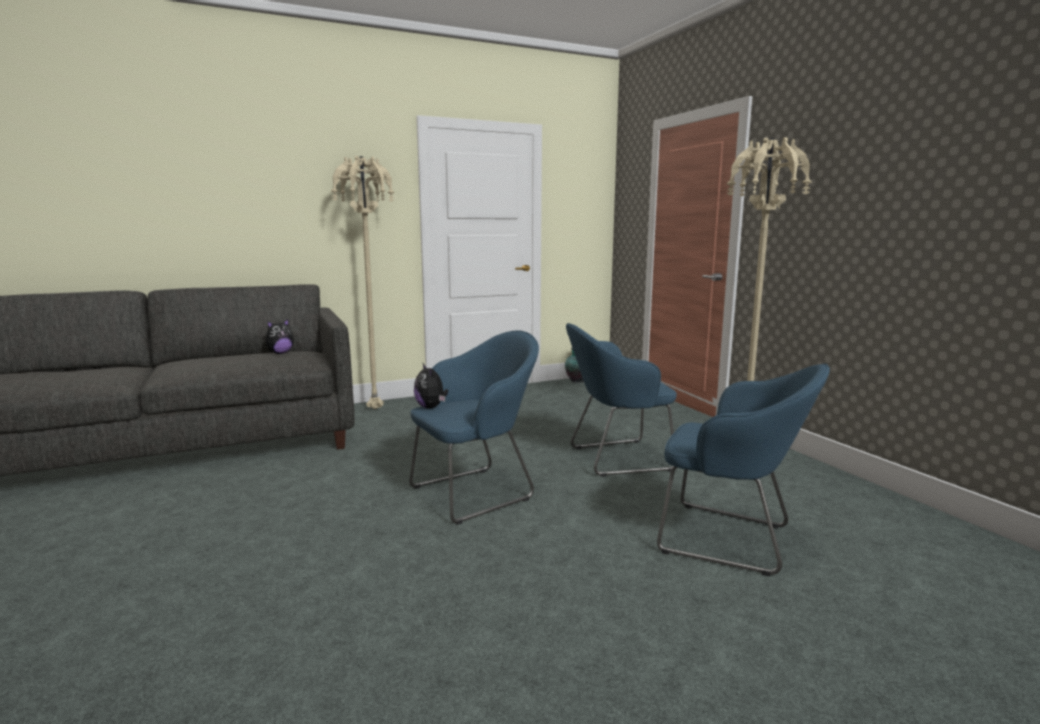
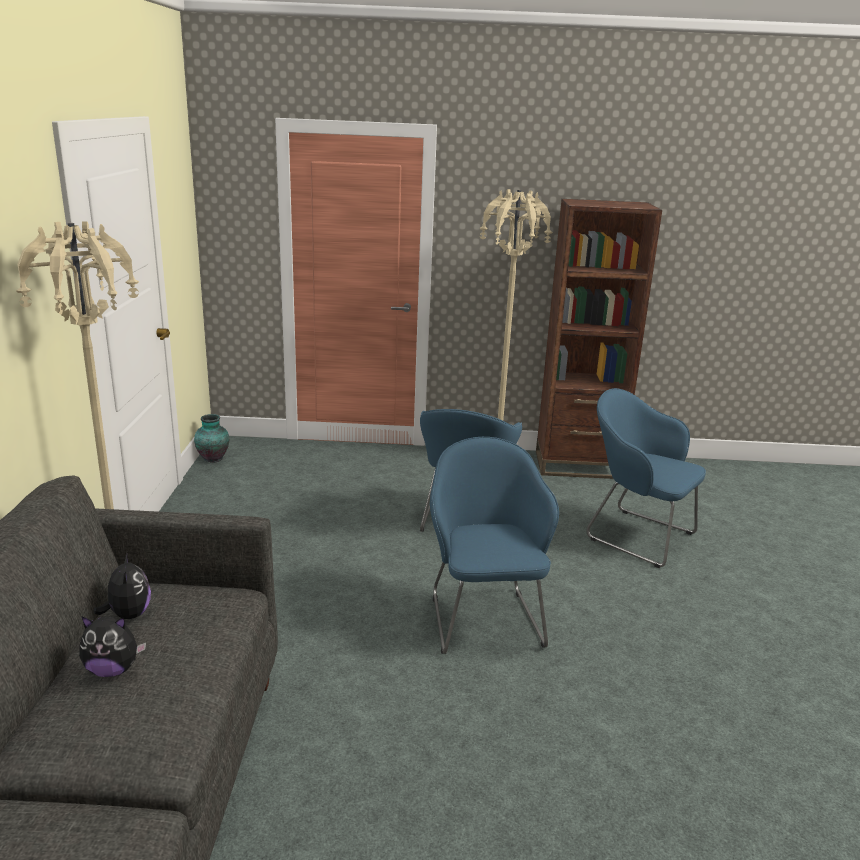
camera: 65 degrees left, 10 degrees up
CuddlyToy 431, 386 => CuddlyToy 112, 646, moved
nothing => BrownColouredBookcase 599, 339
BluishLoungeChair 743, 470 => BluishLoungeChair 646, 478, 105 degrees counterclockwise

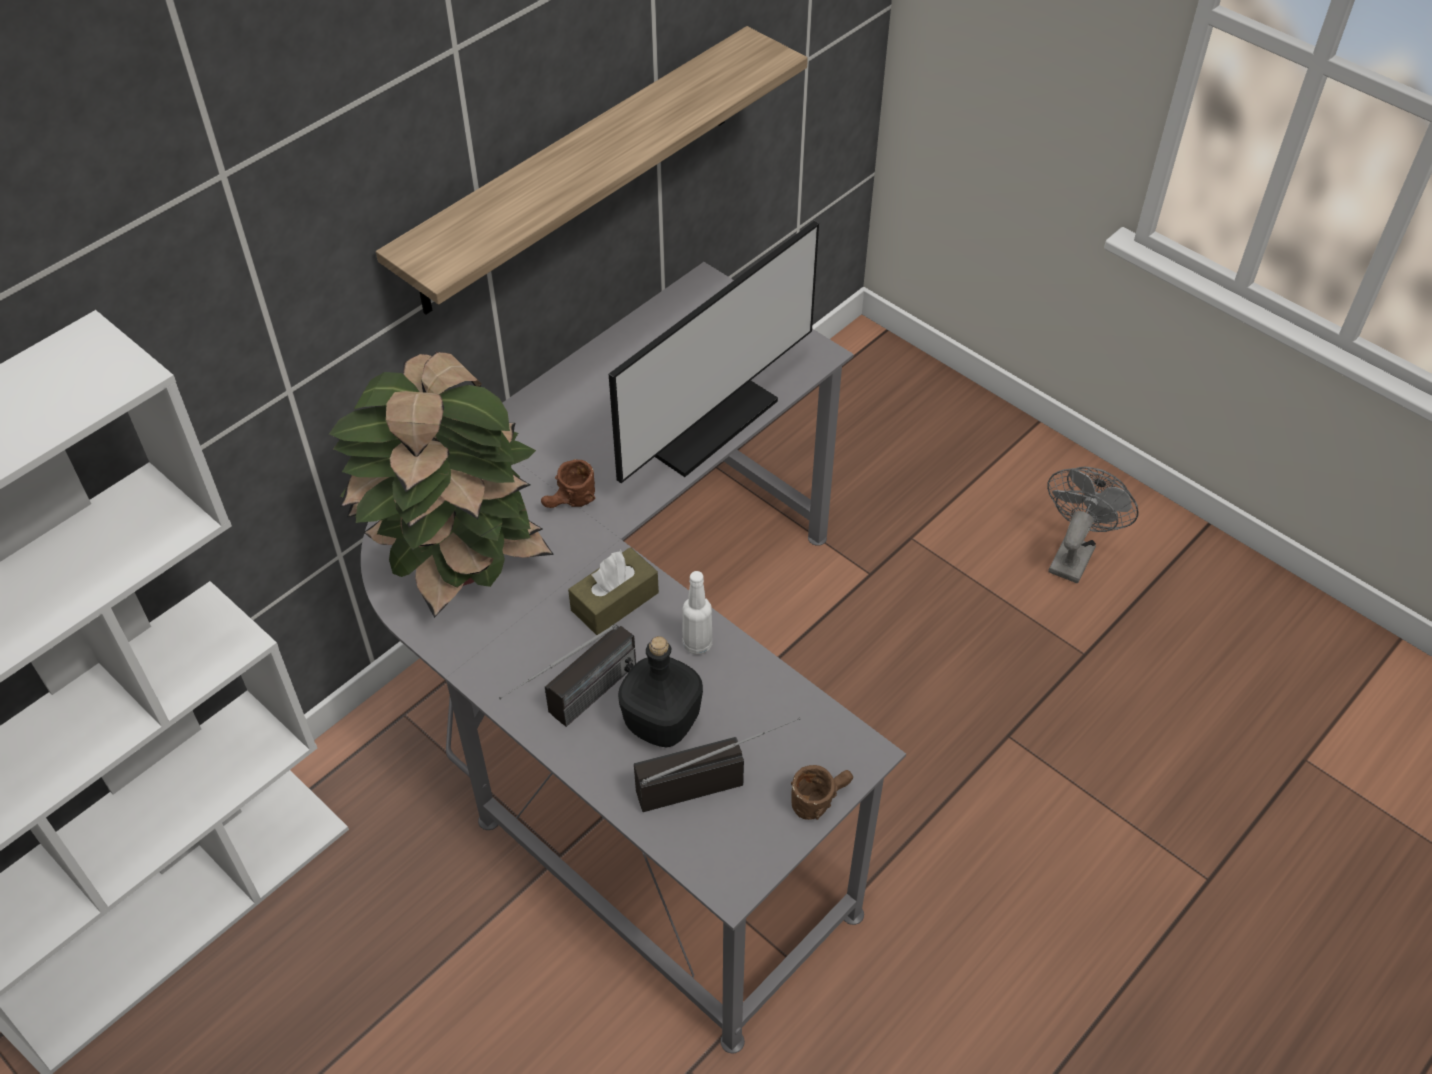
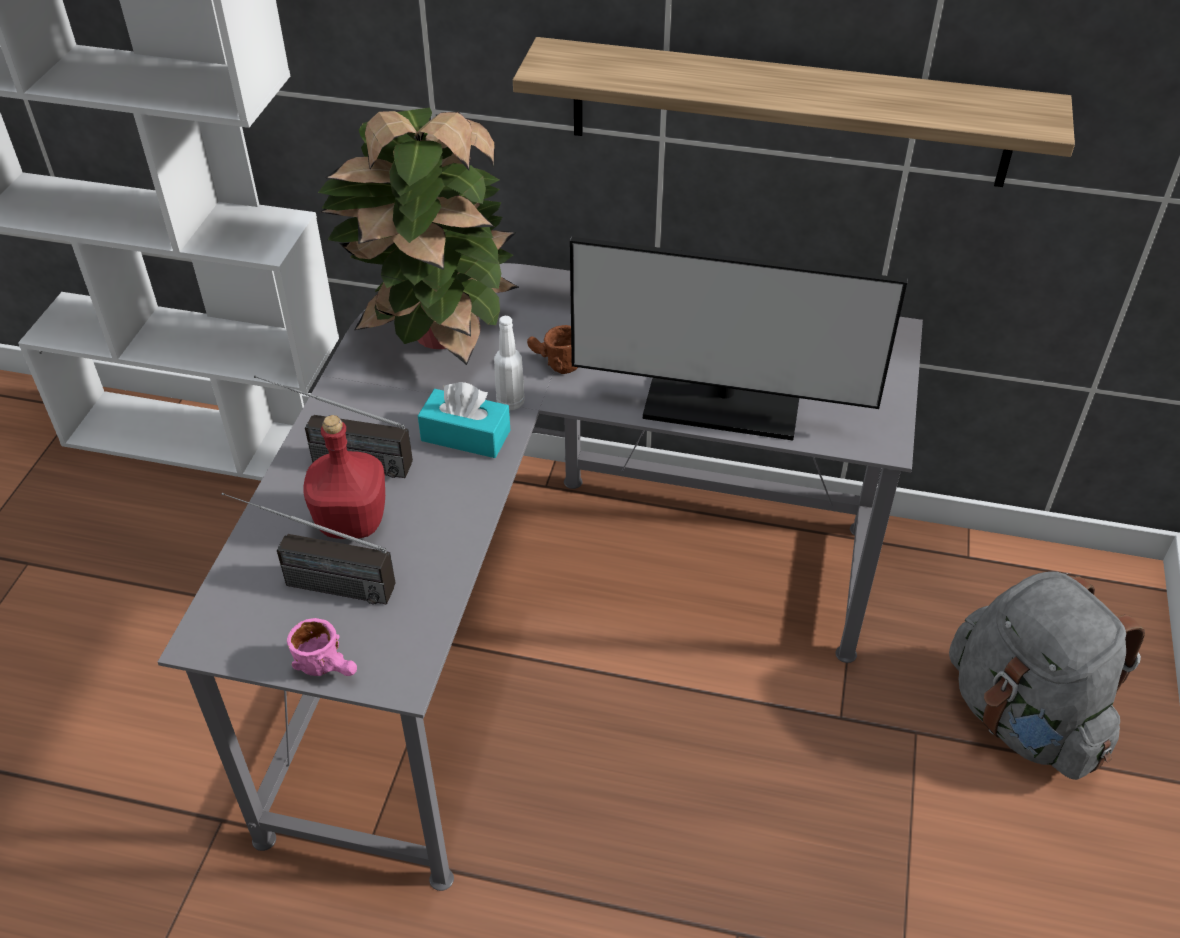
camera: 60 degrees right, 5 degrees down
RadioSet 717, 764 => RadioSet 308, 548, 150 degrees clockwise
BrownColouredTeaMug 822, 792 => PinkishTeaMug 322, 647
BlackishBeverageBottle 660, 691 => RedBeverageBottle 344, 477
BrownColouredTissueBox 613, 591 => TurquoiseColouredTissueBox 464, 420
WhitishBeverageBottle 697, 613 => WhitishBeverageBottle 509, 363, moved
nothing => GrayRucksack 1047, 676
GrayElectricFan 1093, 525 => nothing

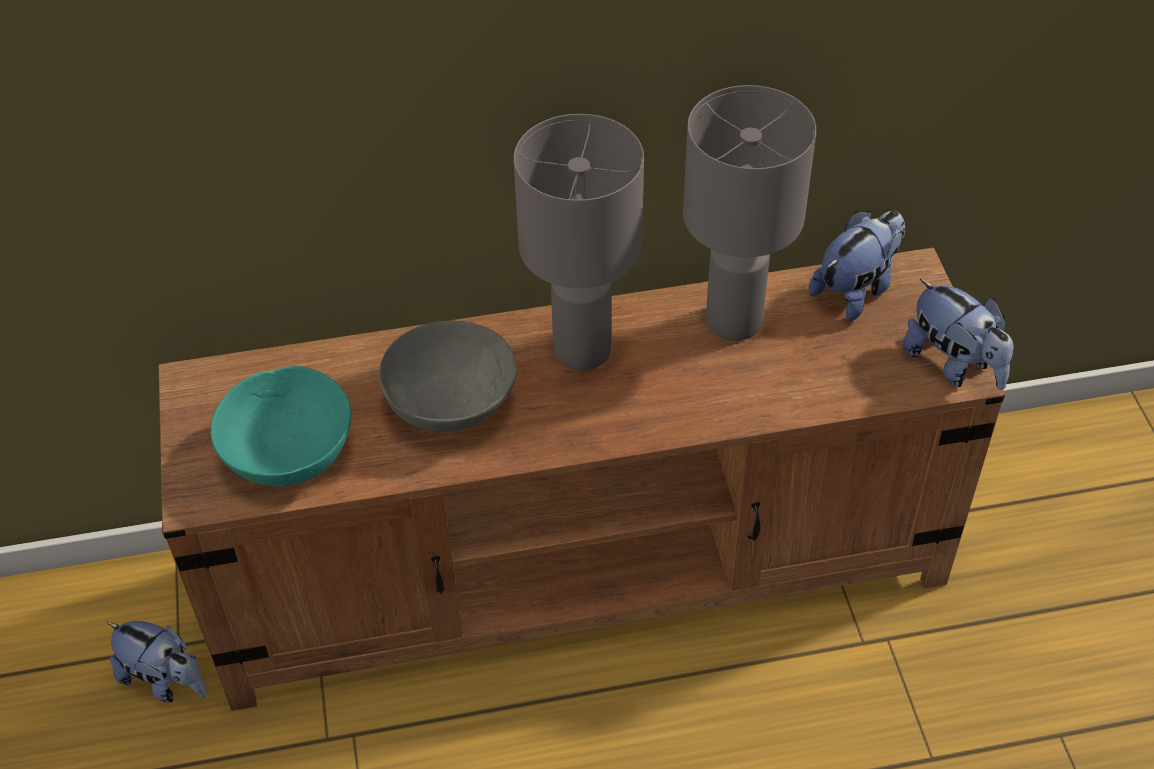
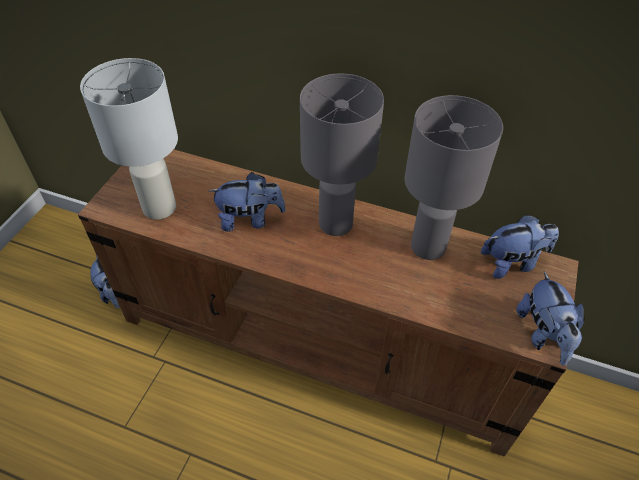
camera: 30 degrees right, 0 degrees up
TurquoiseColouredDeepDish 281, 426 => WhitishTableLamp 129, 139
GrayDeepDish 448, 376 => CuddlyToy 247, 202

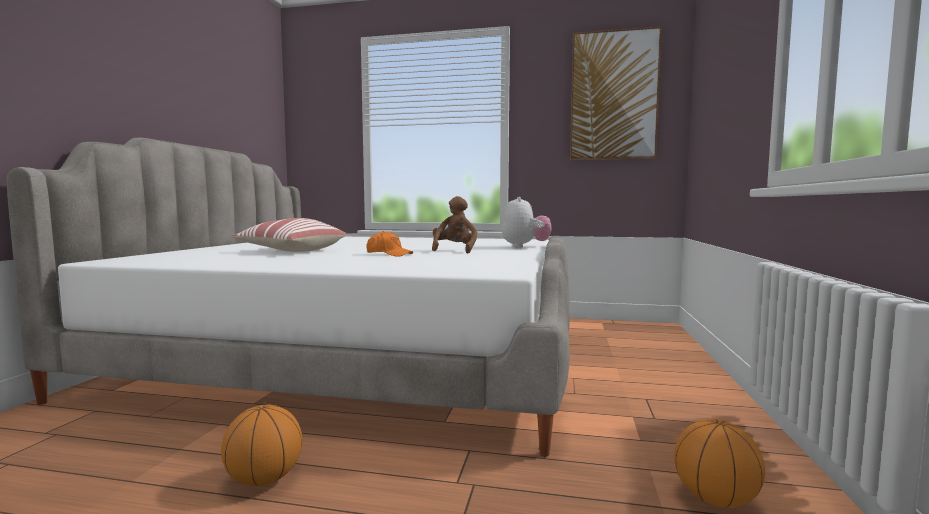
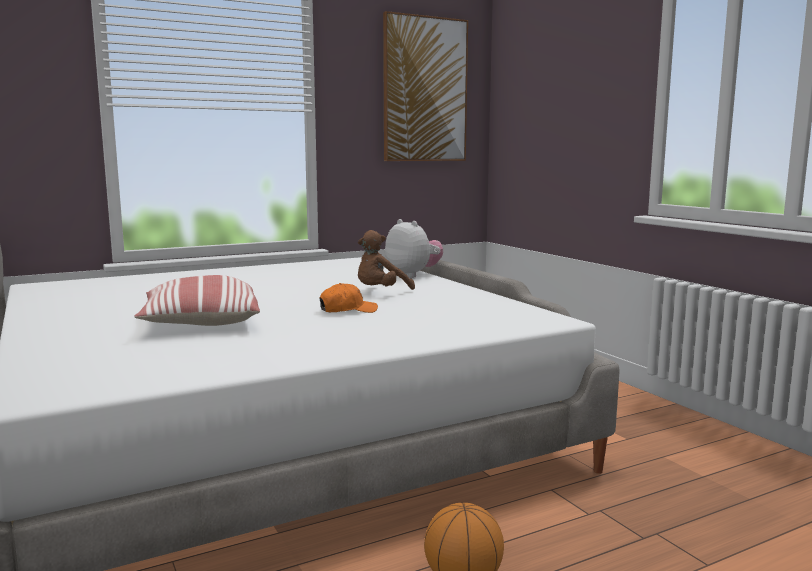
camera: 40 degrees left, 5 degrees up
BrownColouredCuddlyToy 454, 224 => BrownColouredCuddlyToy 386, 260, 105 degrees counterclockwise
Basketball 719, 463 => nothing

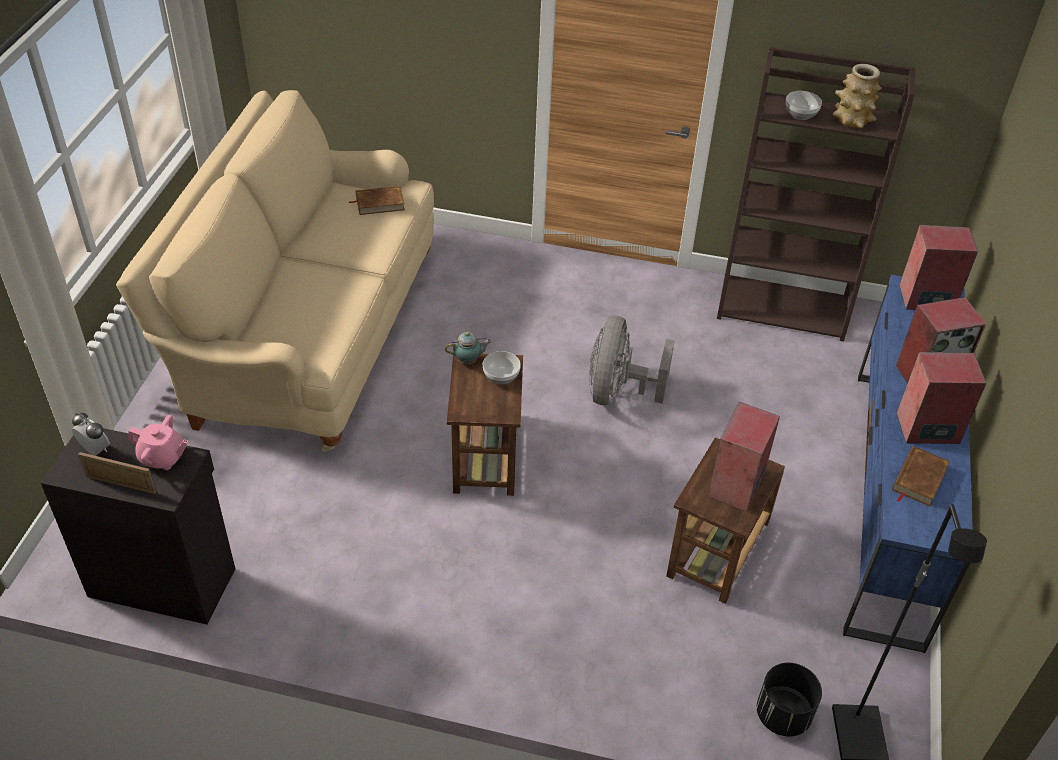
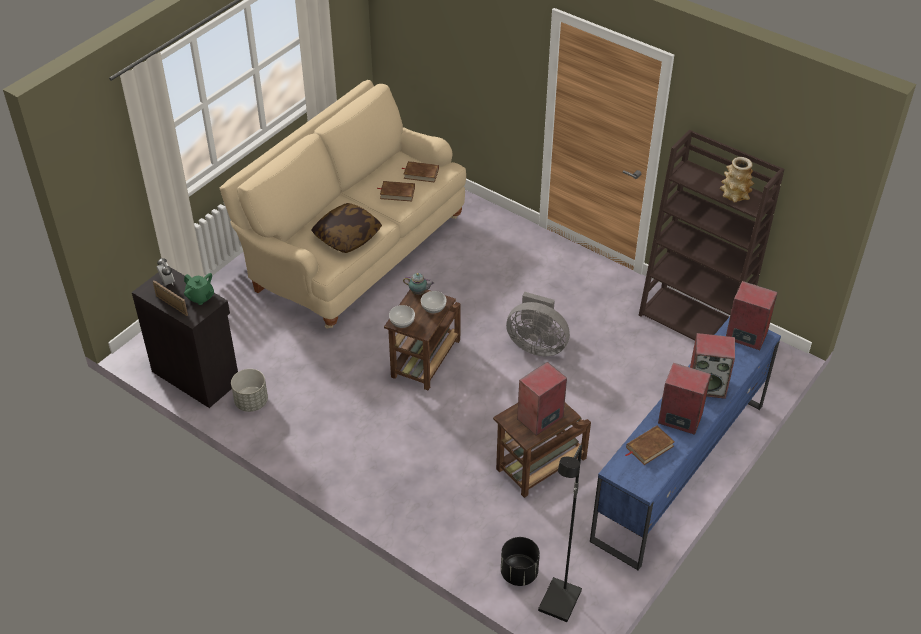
camera: 25 degrees right, 0 degrees up
PinkishPotForTea 158, 442 => GreenishPotForTea 199, 289
nothing => GrayPlantPot 249, 390
nothing => Cushion 346, 228
nothing => BrownColouredBoundBook 396, 191
DeepDish 804, 105 => DeepDish 402, 316, moved
GrayElectricFan 632, 360 => GrayElectricFan 538, 324, 105 degrees counterclockwise

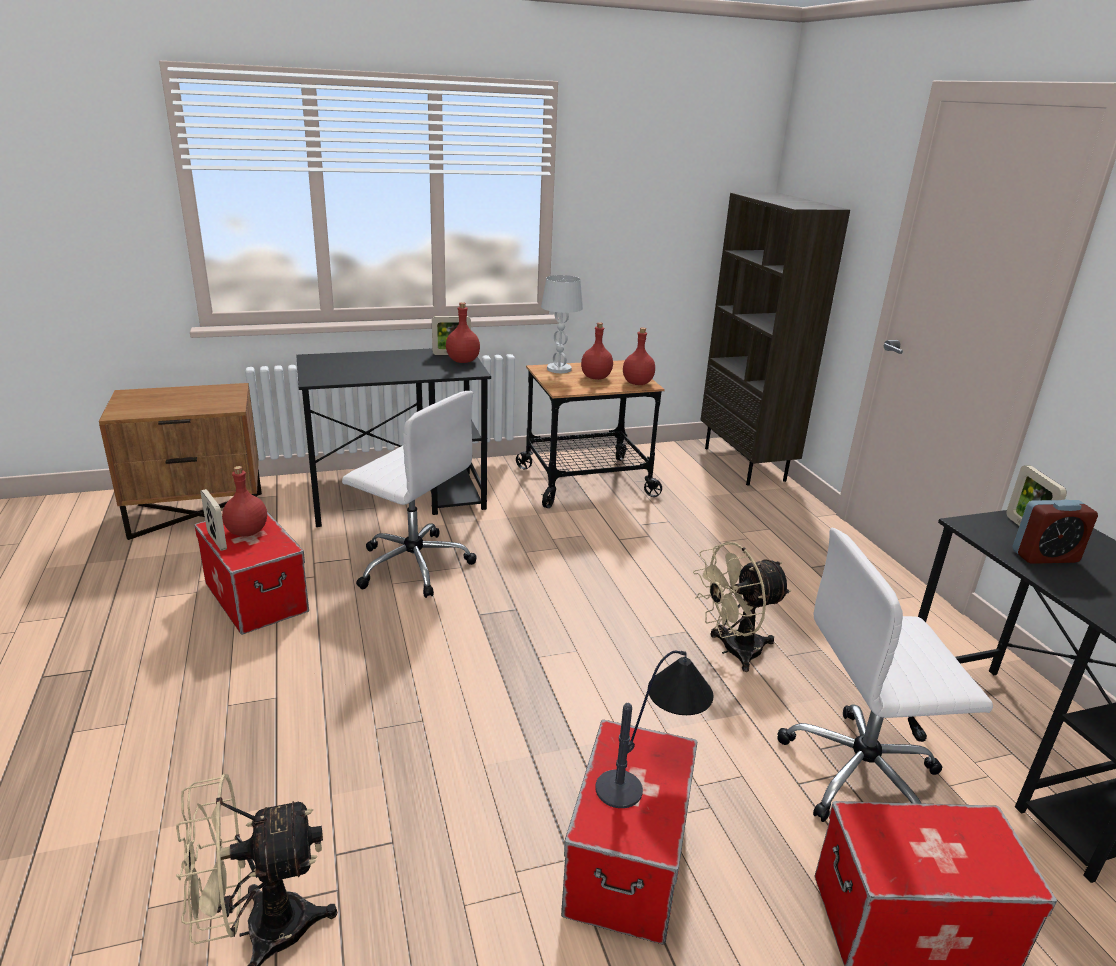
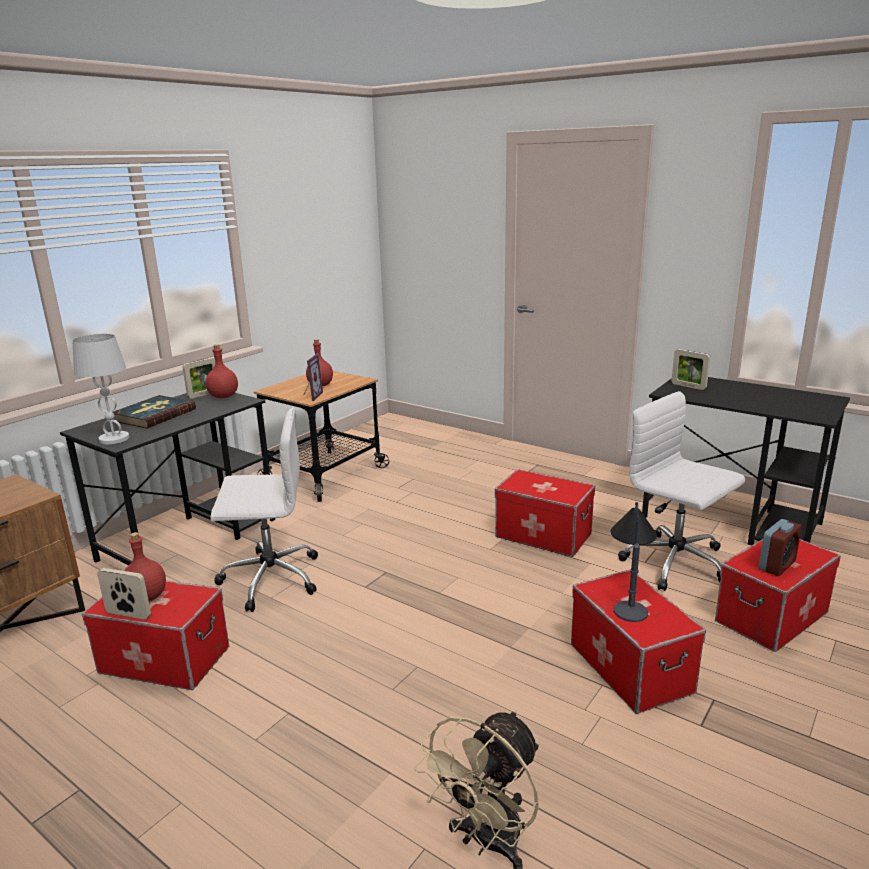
camera: 35 degrees left, 5 degrees down
WhitishTableLamp 562, 324 => WhitishTableLamp 100, 389, moved
nothing => BoundBook 154, 412
nothing => PhotoFrame 313, 377
BeigeColouredElectricFan 742, 607 => StorageContainer 545, 513
WhitishOfficeChair 885, 675 => WhitishOfficeChair 681, 491, 90 degrees clockwise
AlarmClock 1055, 531 => AlarmClock 780, 547, moved
RedBeverageBottle 639, 356 => nothing
BrownColouredBookcase 775, 339 => nothing

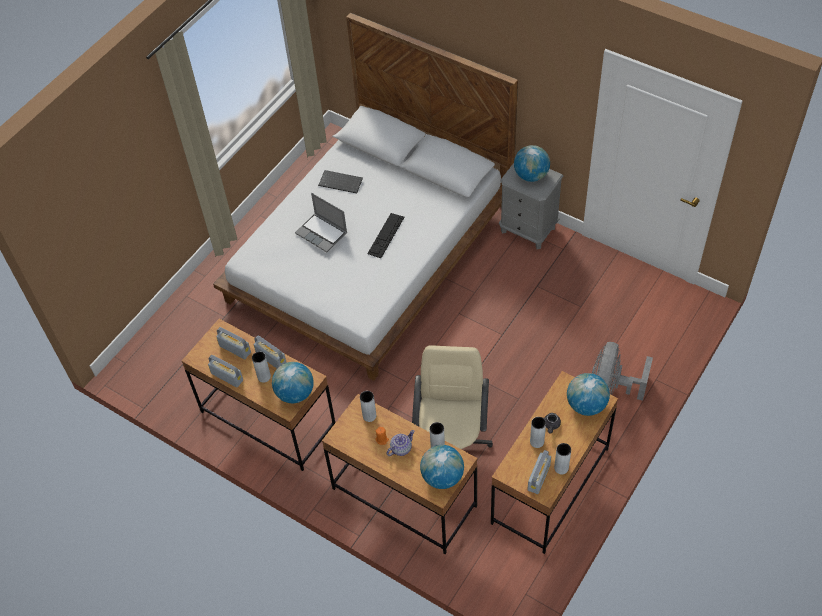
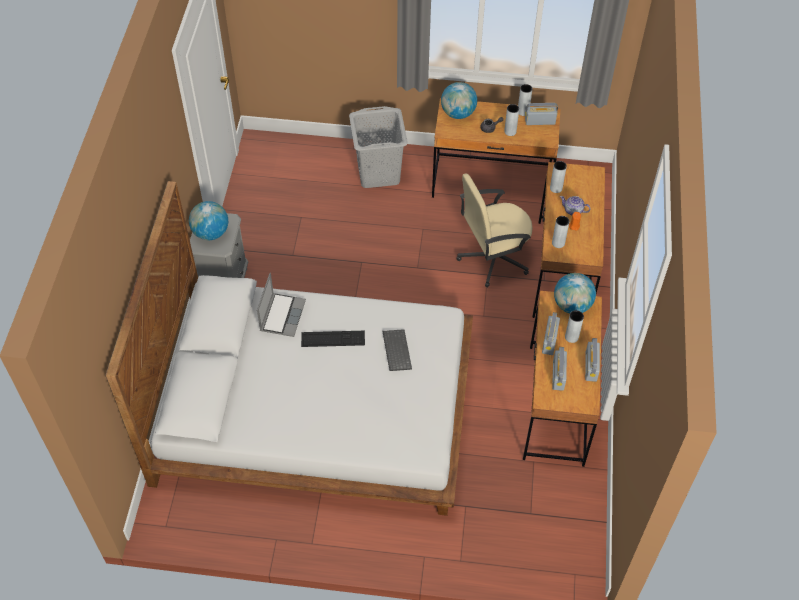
camera: 120 degrees left, 0 degrees up
Laptop 321, 222 => Laptop 281, 305, moved
GrayElectricFan 622, 371 => GrayWashingBasket 378, 147
ComputerKeyboard 340, 181 => ComputerKeyboard 397, 350, moved
DeskGlobe 442, 467 => nothing

